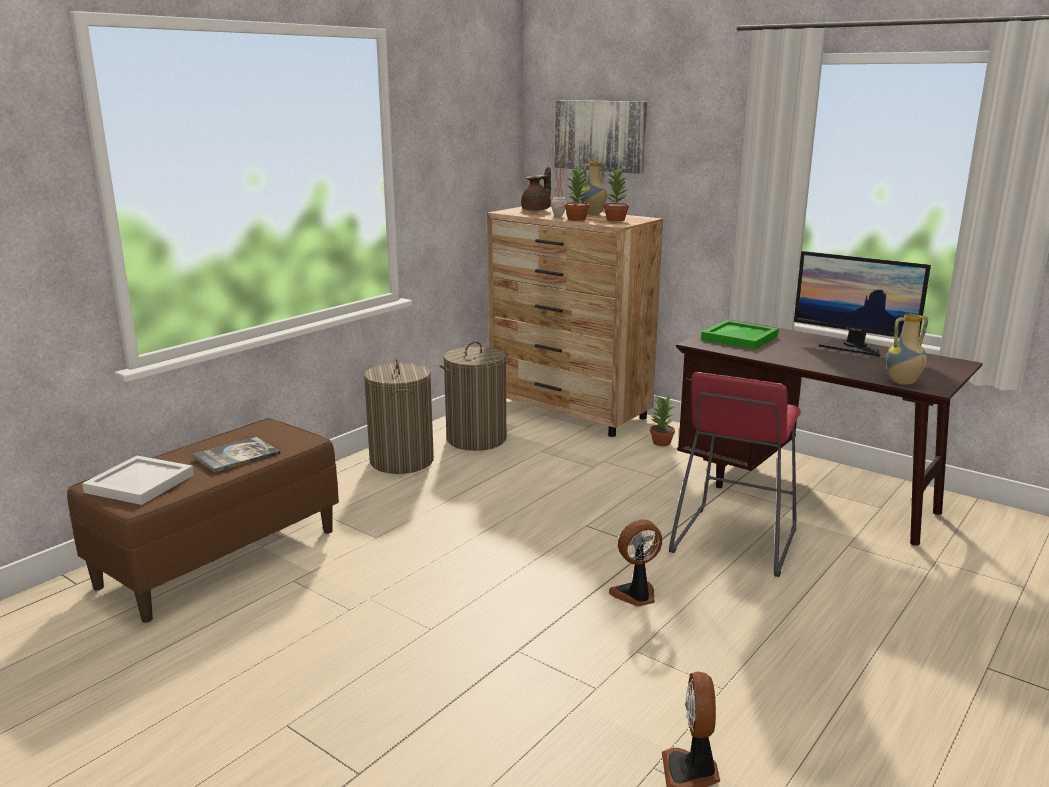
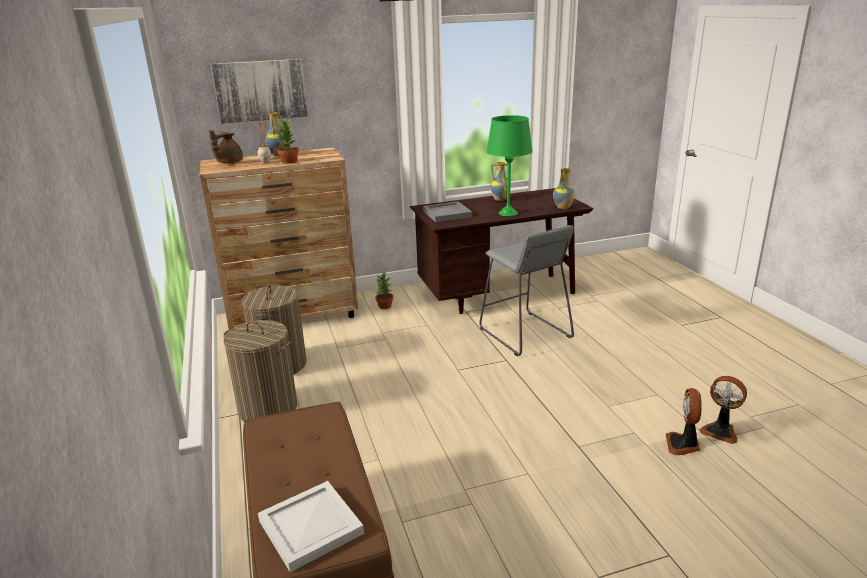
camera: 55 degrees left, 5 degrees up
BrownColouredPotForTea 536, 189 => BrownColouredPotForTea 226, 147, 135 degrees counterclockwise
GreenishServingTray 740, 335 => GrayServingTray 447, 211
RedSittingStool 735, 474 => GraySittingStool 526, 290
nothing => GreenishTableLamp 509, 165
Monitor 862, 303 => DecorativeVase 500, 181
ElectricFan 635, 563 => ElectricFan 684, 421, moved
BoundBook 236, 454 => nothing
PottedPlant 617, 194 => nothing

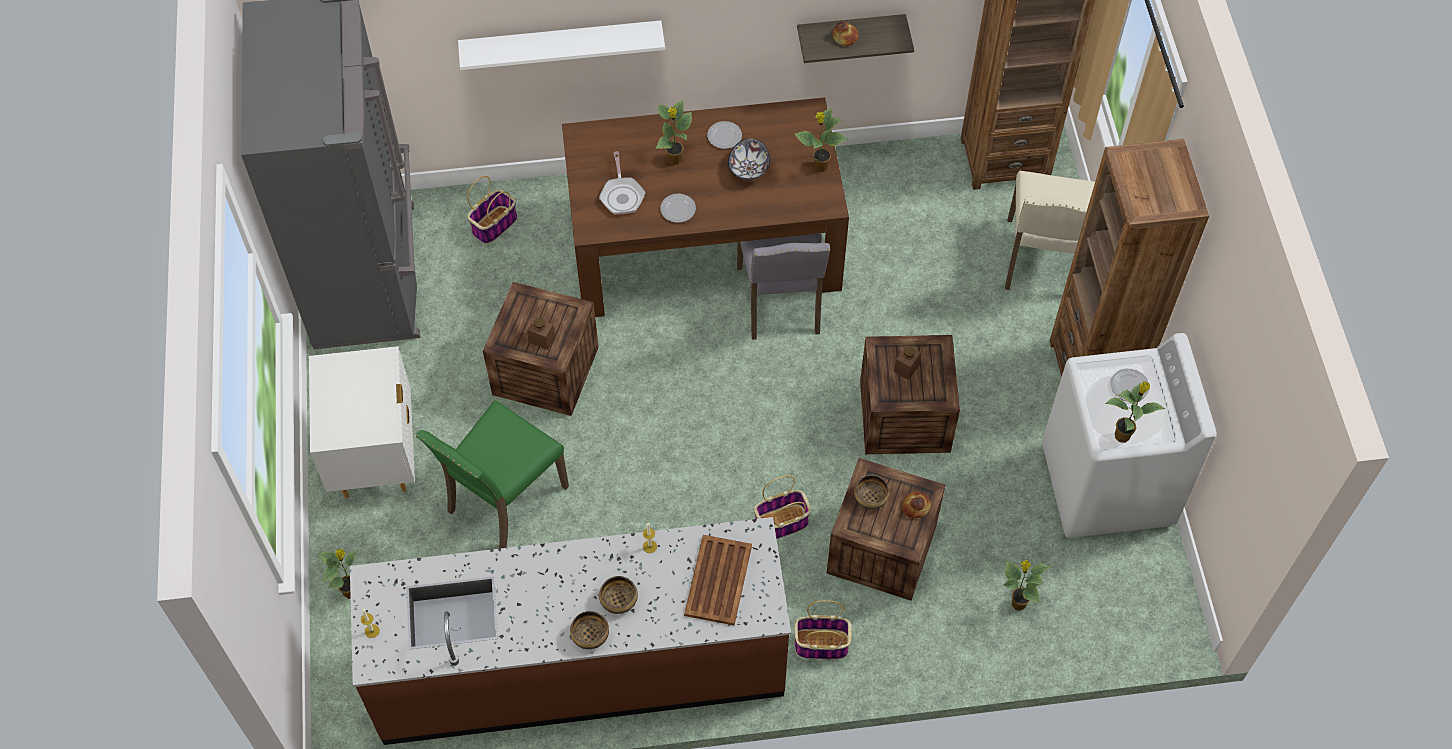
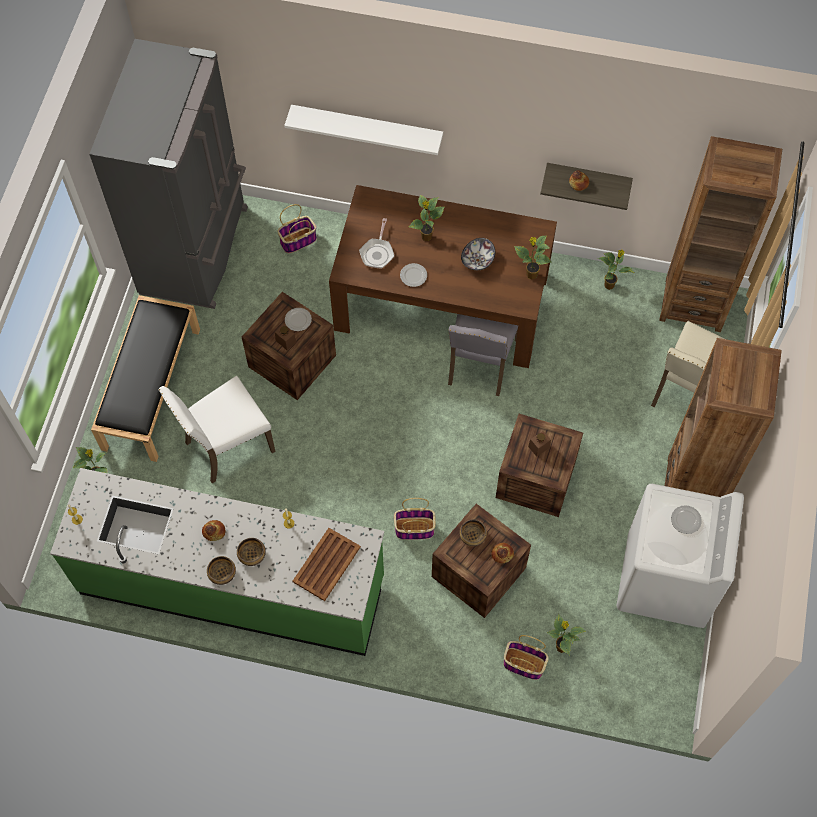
camera: 20 degrees right, 5 degrees up
BrownColouredKitchenBaseUnit 570, 631 => GreenishKitchenBaseUnit 217, 562
WhitishBedsideTable 362, 422 => BlackishIndoorBench 145, 378
GreenishChair 492, 474 => WhitishChair 217, 429
nothing => BakedBread 213, 530
DinnerPlate 724, 135 => DinnerPlate 298, 319, moved
StorageBasket 822, 629 => StorageBasket 526, 657, moved
PottedPlant 1135, 412 => PottedPlant 616, 269, moved

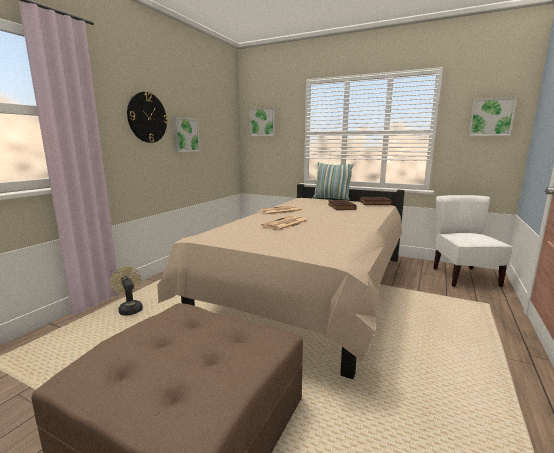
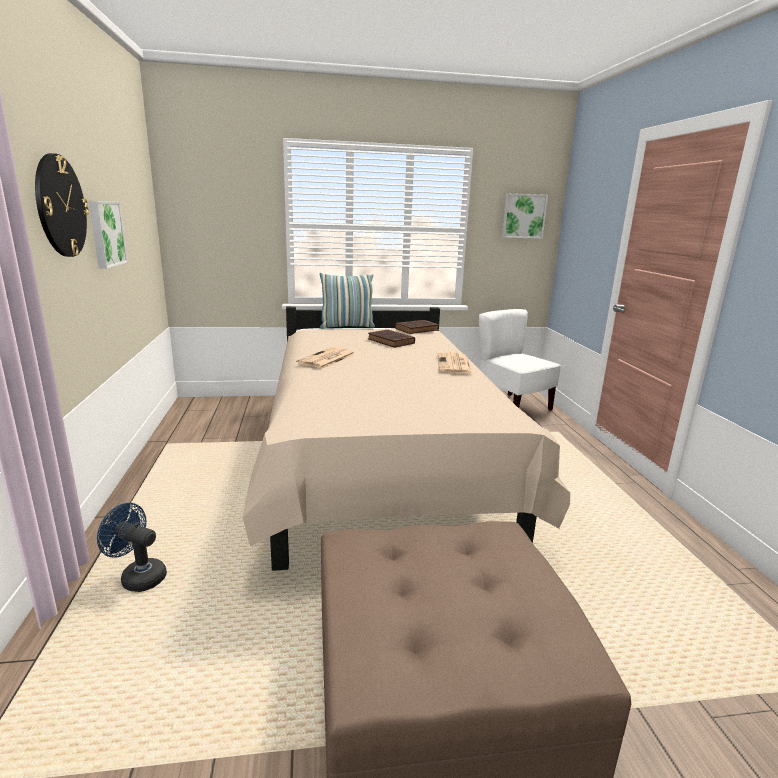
camera: 35 degrees left, 5 degrees up
BeigeColouredElectricFan 126, 290 => BluishElectricFan 132, 547
DailyPaper 285, 223 => DailyPaper 455, 363, moved
WallPicture 262, 121 => nothing

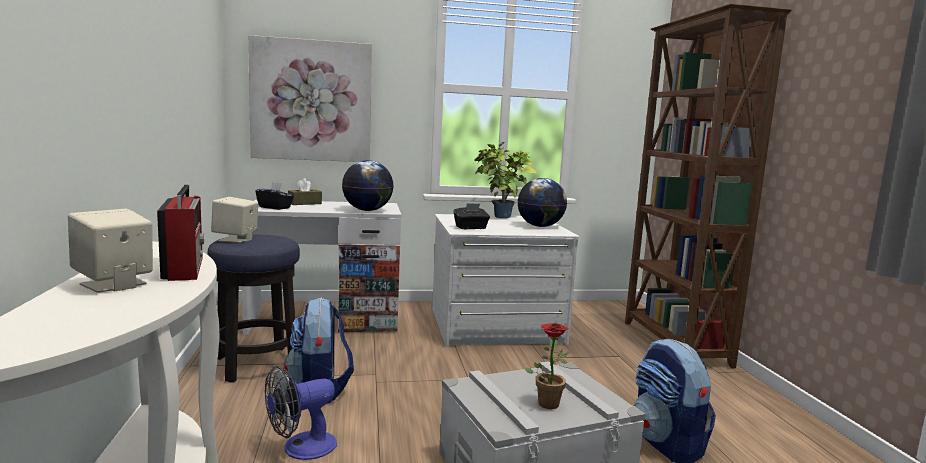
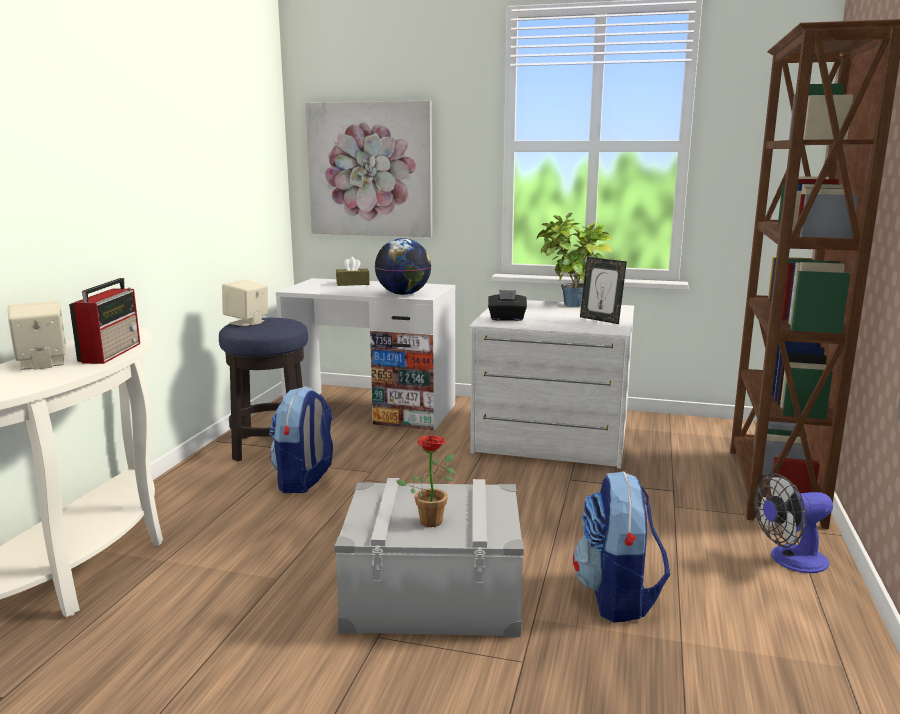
camera: 25 degrees right, 5 degrees up
DeskGlobe 542, 202 => PhotoFrame 603, 290
ElectricFan 301, 413 => ElectricFan 793, 523, moved
BlackishTissueBox 274, 196 => nothing

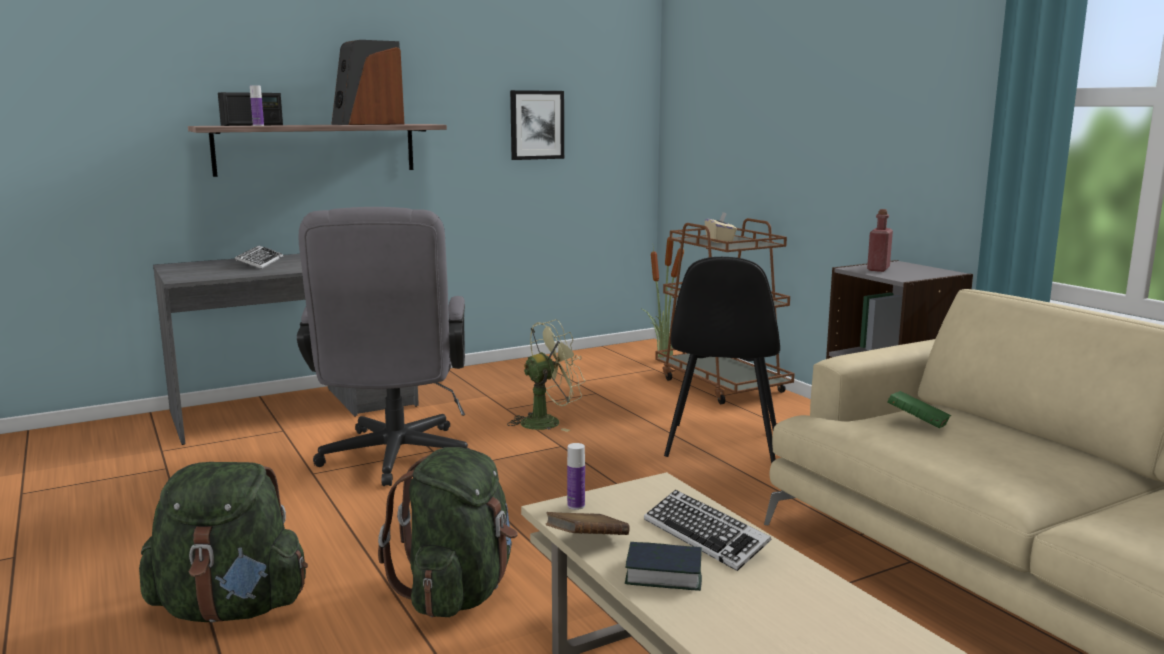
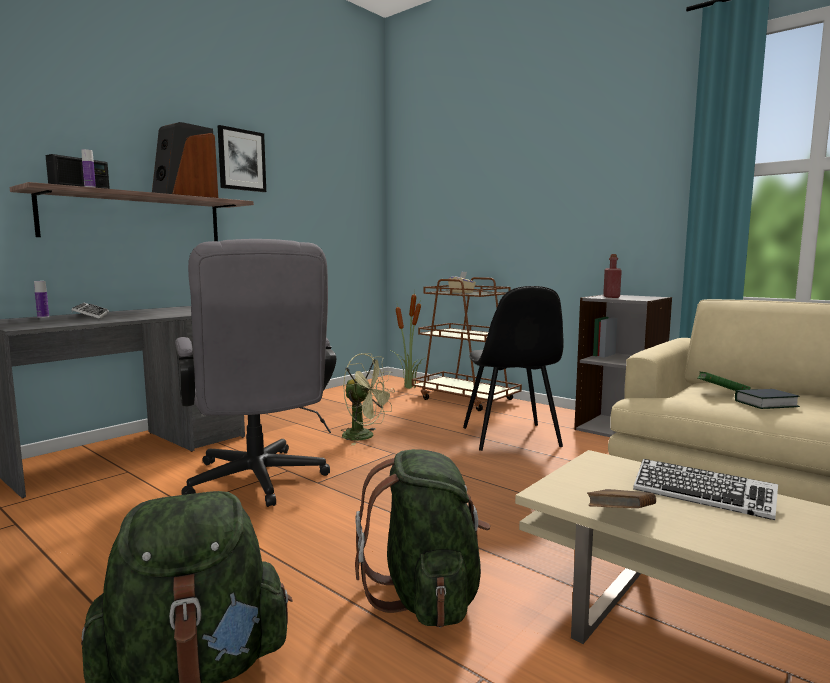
camera: 20 degrees left, 5 degrees down
BeverageBottle 576, 476 => BeverageBottle 41, 299, moved
WallPicture 537, 125 => WallPicture 242, 158, moved
GreenishElectricFan 546, 375 => GreenishElectricFan 368, 399, 75 degrees clockwise
BoundBook 663, 566 => BoundBook 767, 399, moved

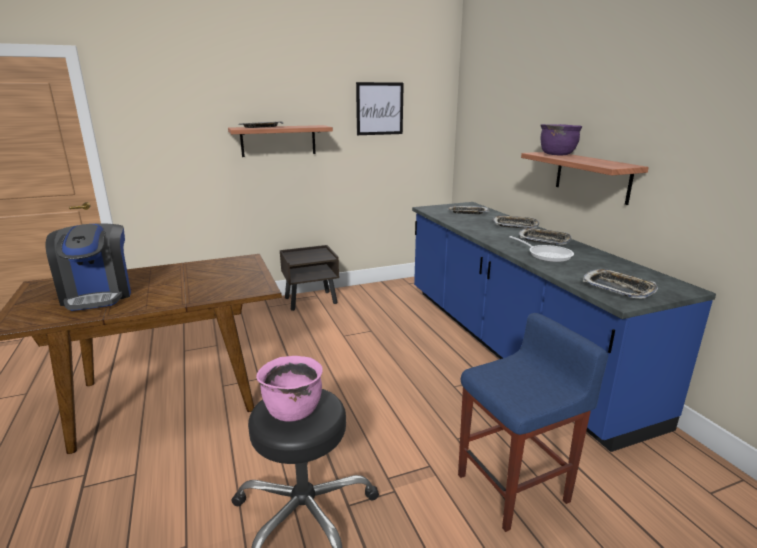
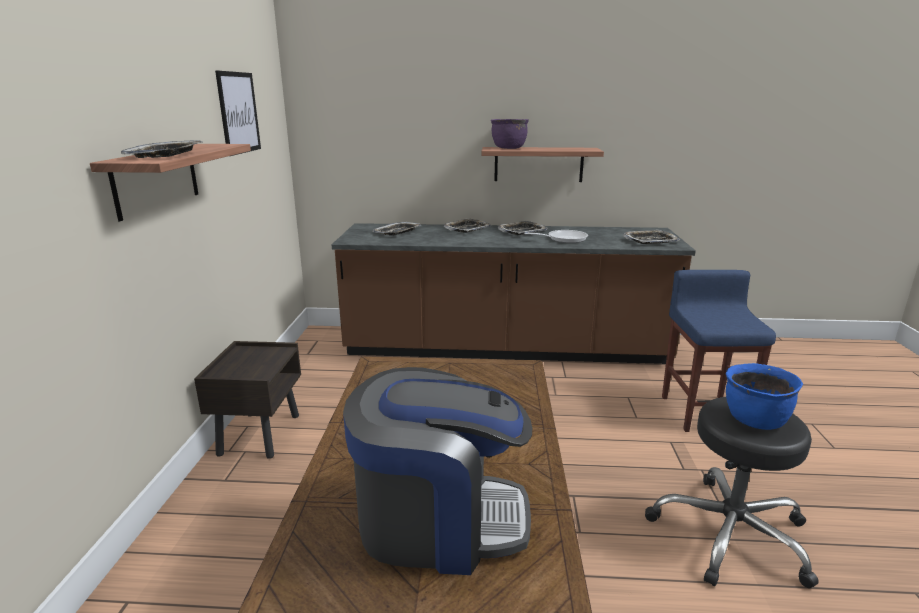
camera: 65 degrees left, 0 degrees up
BluishKitchenBaseUnit 564, 327 => BrownColouredKitchenBaseUnit 514, 293
PinkishSaucepot 289, 389 => BluishSaucepot 764, 396

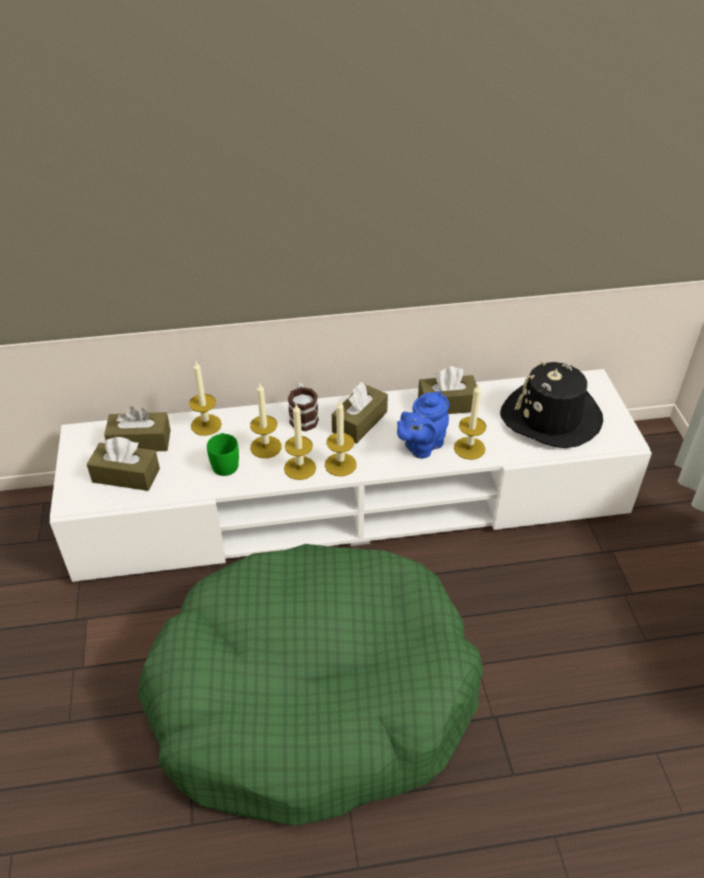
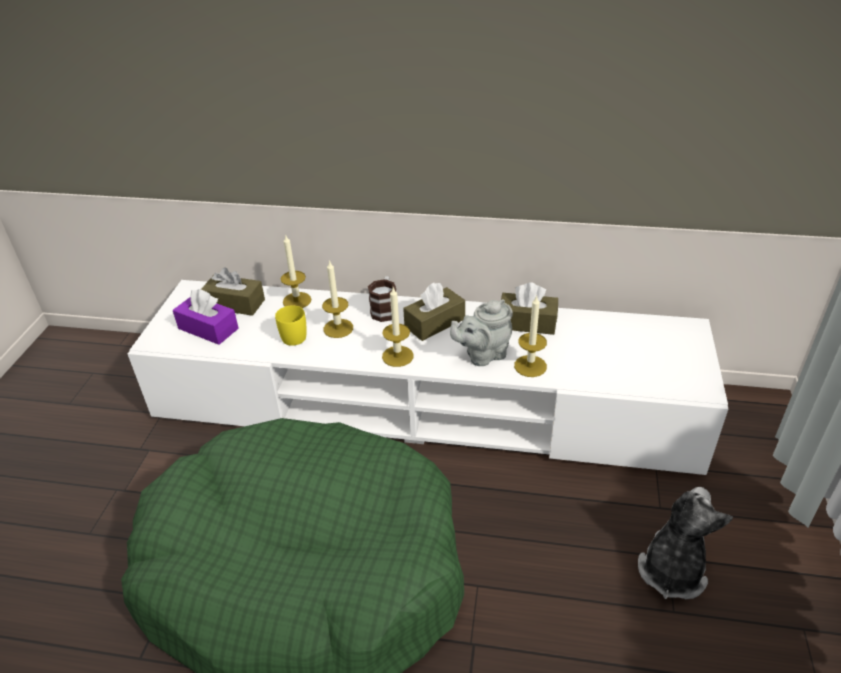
camera: 20 degrees right, 5 degrees down
BrownColouredTissueBox 123, 464 => PurpleTissueBox 206, 317
GreenishTeaMug 223, 454 => YellowishTeaMug 291, 325
BluishPotForTea 423, 425 => GrayPotForTea 481, 332
nothing => CuddlyToy 685, 543
WaxCandle 300, 442 => nothing
BlackishWearableHat 551, 404 => nothing

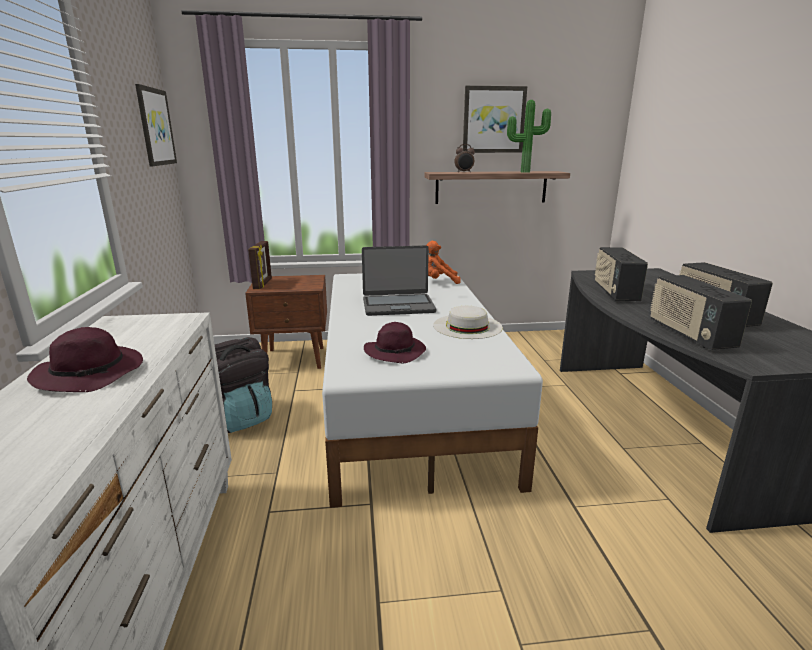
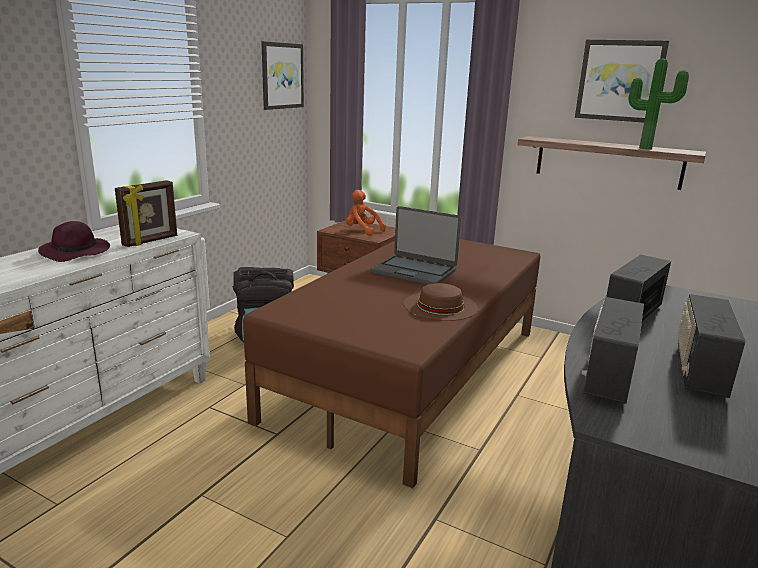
camera: 35 degrees right, 0 degrees up
PhotoFrame 260, 265 => PhotoFrame 146, 213, moved
WhitishBedroomBed 432, 390 => BrownColouredBedroomBed 391, 363
OrangeCuddlyToy 444, 262 => OrangeCuddlyToy 366, 212, moved
WhitishWearableHat 468, 322 => BrownColouredWearableHat 441, 302
PurpleWearableHat 395, 343 => nothing
AlarmClock 465, 158 => nothing

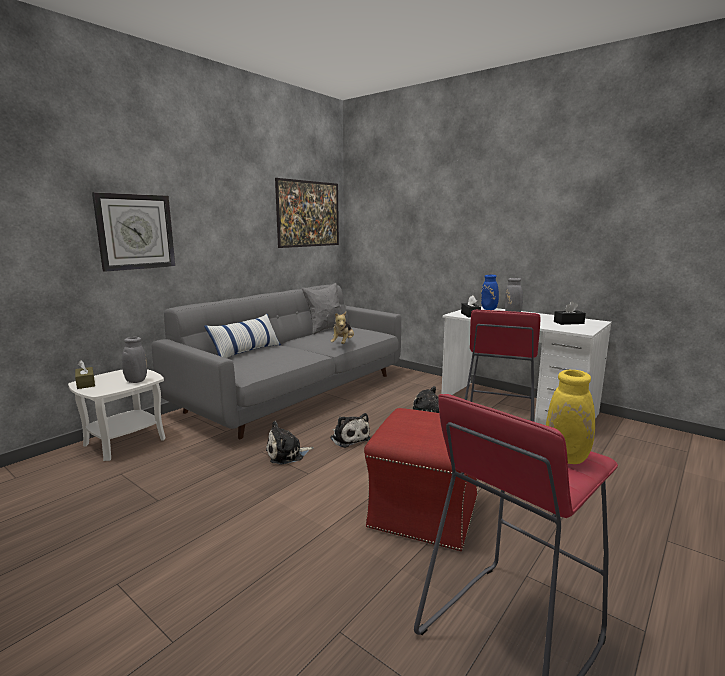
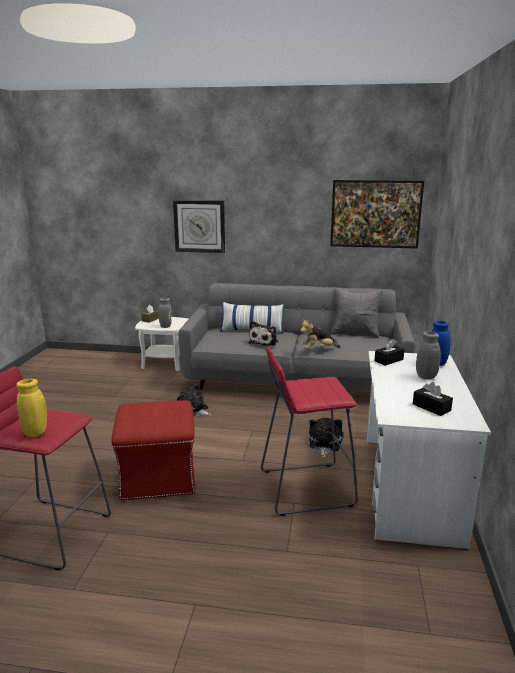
camera: 60 degrees right, 5 degrees up
CuddlyToy 350, 430 => CuddlyToy 263, 334, moved

